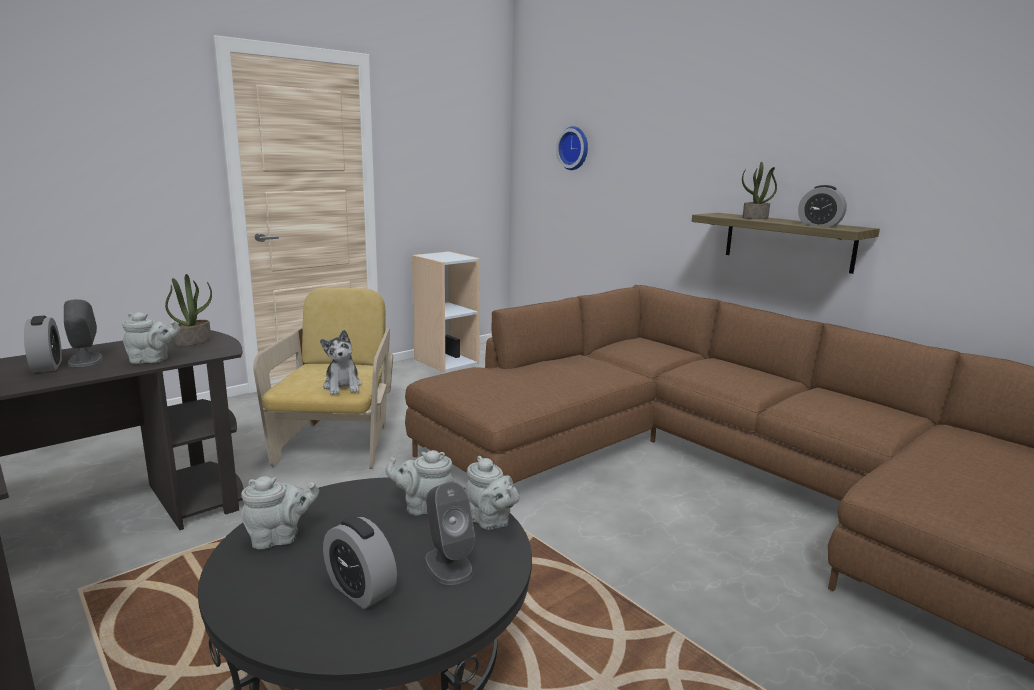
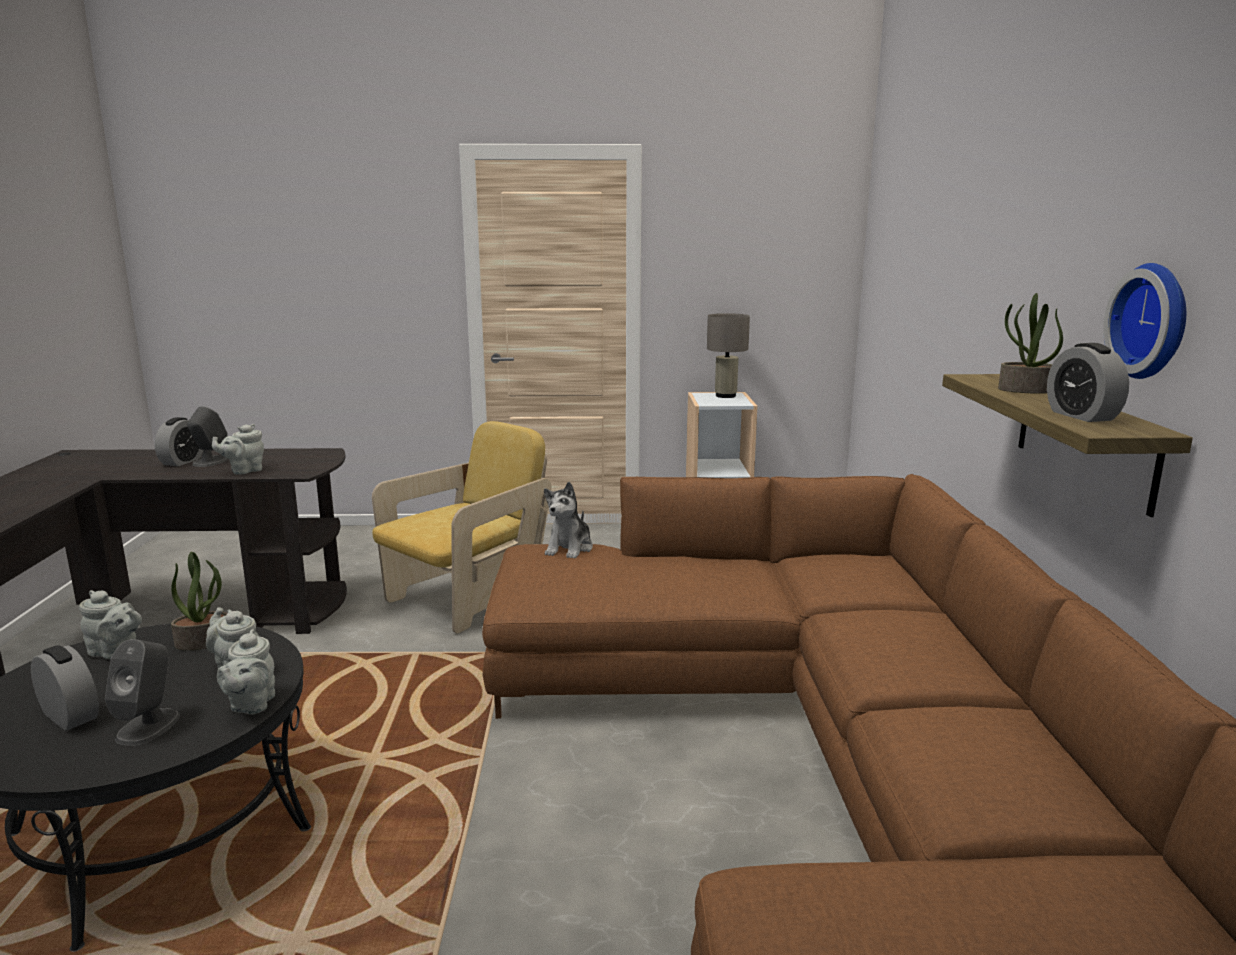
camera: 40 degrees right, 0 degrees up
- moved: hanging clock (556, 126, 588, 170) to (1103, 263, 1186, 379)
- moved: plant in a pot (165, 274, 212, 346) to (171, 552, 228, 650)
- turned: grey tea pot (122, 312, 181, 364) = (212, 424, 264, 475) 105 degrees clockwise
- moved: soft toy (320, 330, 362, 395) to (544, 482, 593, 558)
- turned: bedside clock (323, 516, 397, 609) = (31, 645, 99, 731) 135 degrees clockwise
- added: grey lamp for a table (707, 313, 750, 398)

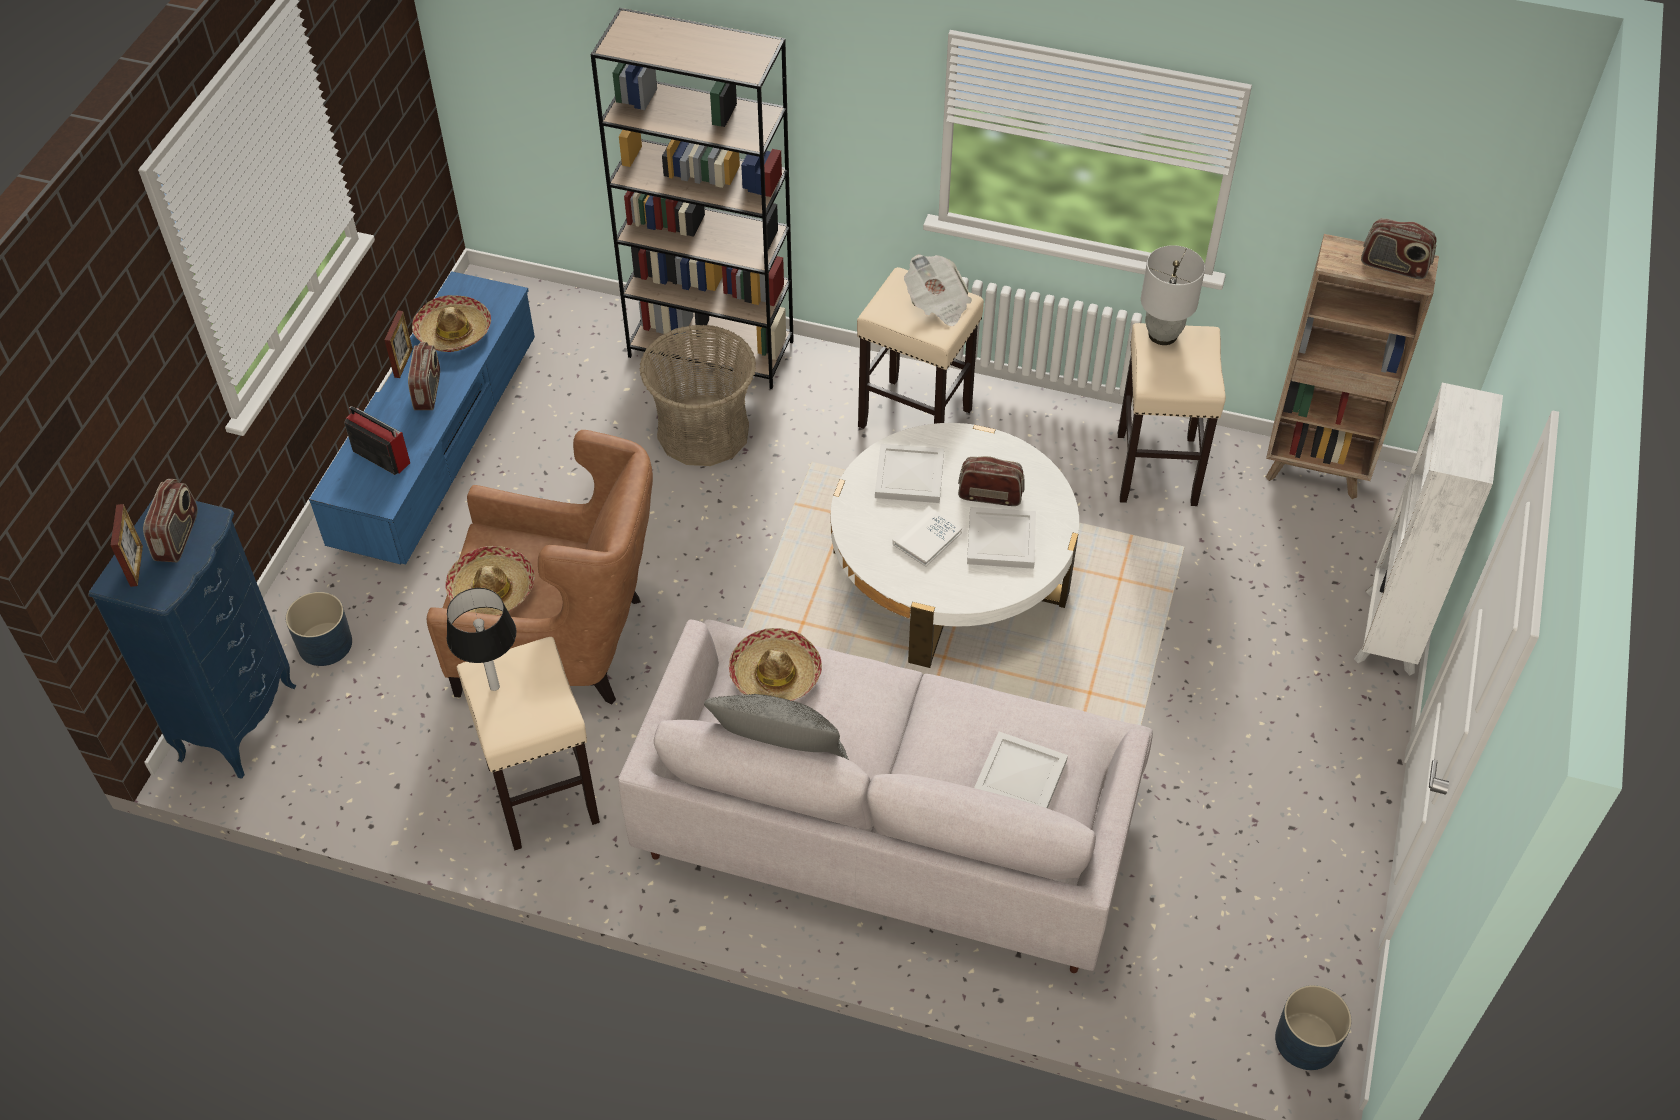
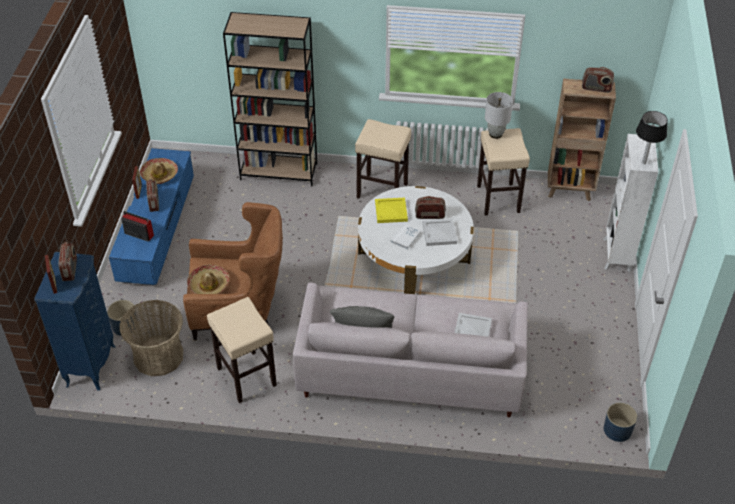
camera: 10 degrees left, 5 degrees down
- removed: daily paper (904, 254, 972, 326)
- moved: household basket (640, 325, 756, 466) to (119, 300, 183, 376)
- recoloured: whitish serving tray (875, 444, 944, 503) to yellow-coloured serving tray (375, 198, 408, 223)
- moved: lamp for a table (447, 588, 516, 691) to (636, 111, 668, 164)
- removed: clothing hat (729, 628, 822, 701)

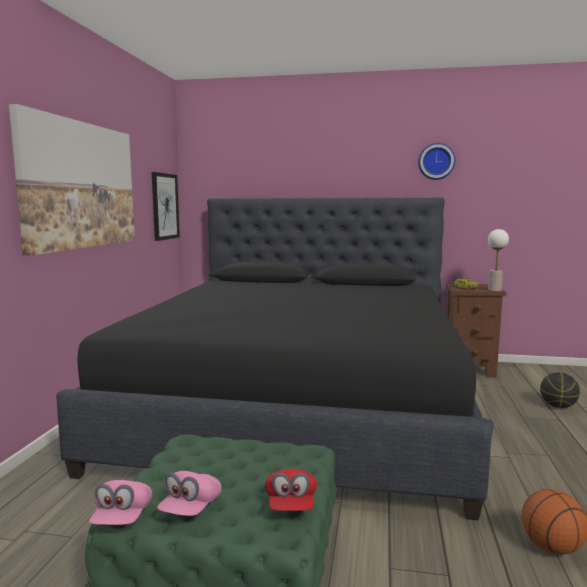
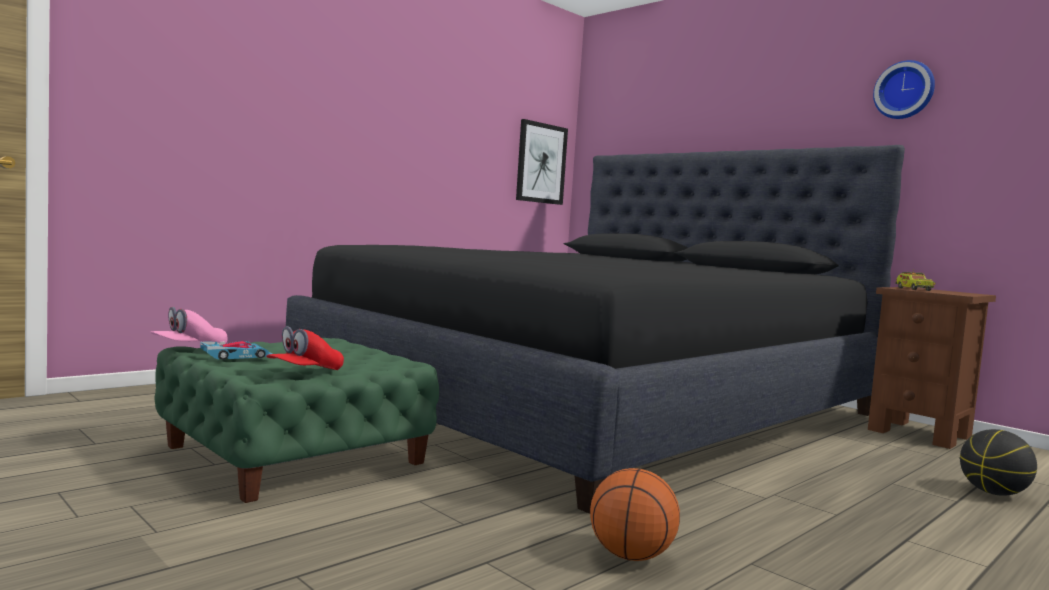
camera: 35 degrees right, 5 degrees down
- removed: wall picture (9, 104, 135, 256)
- removed: lamp for a table (488, 229, 509, 291)
- replaced: pink-coloured peaked cap (157, 471, 221, 516) to toy car (200, 341, 272, 360)

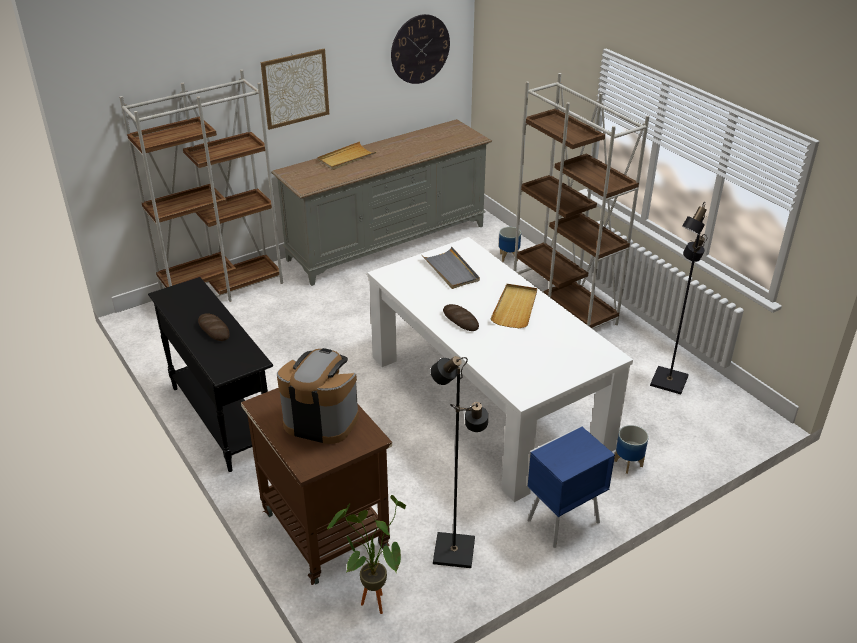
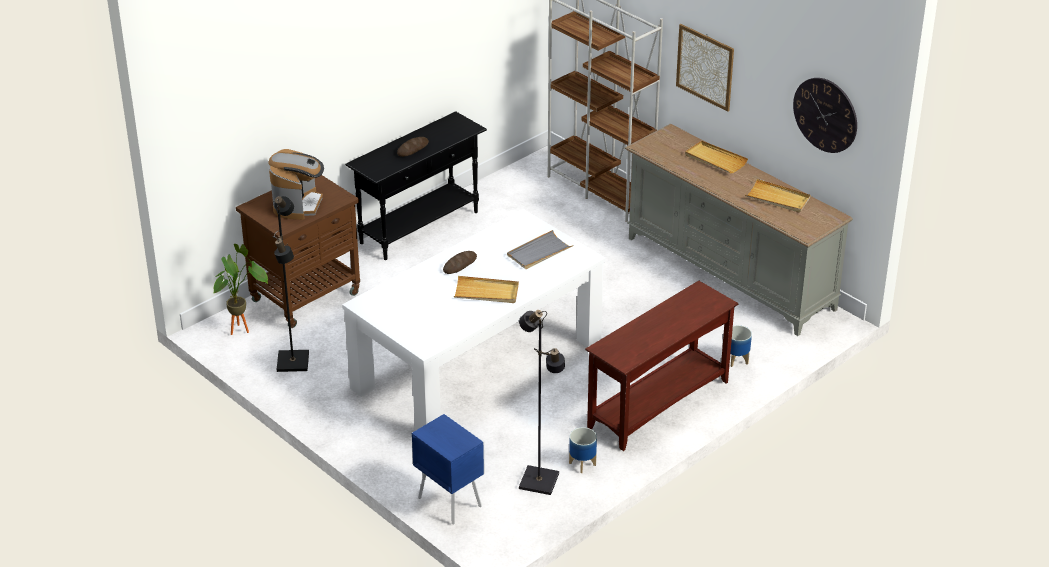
camera: 80 degrees right, 0 degrees up
- replaced: brown-coloured shelving unit (514, 73, 649, 329) to brown-coloured console table (585, 281, 738, 451)
- moved: flower pot (614, 425, 648, 474) to (569, 427, 597, 473)
- moved: blue night table (527, 426, 615, 548) to (412, 414, 485, 525)
- added: sand-coloured serving tray (745, 179, 811, 213)

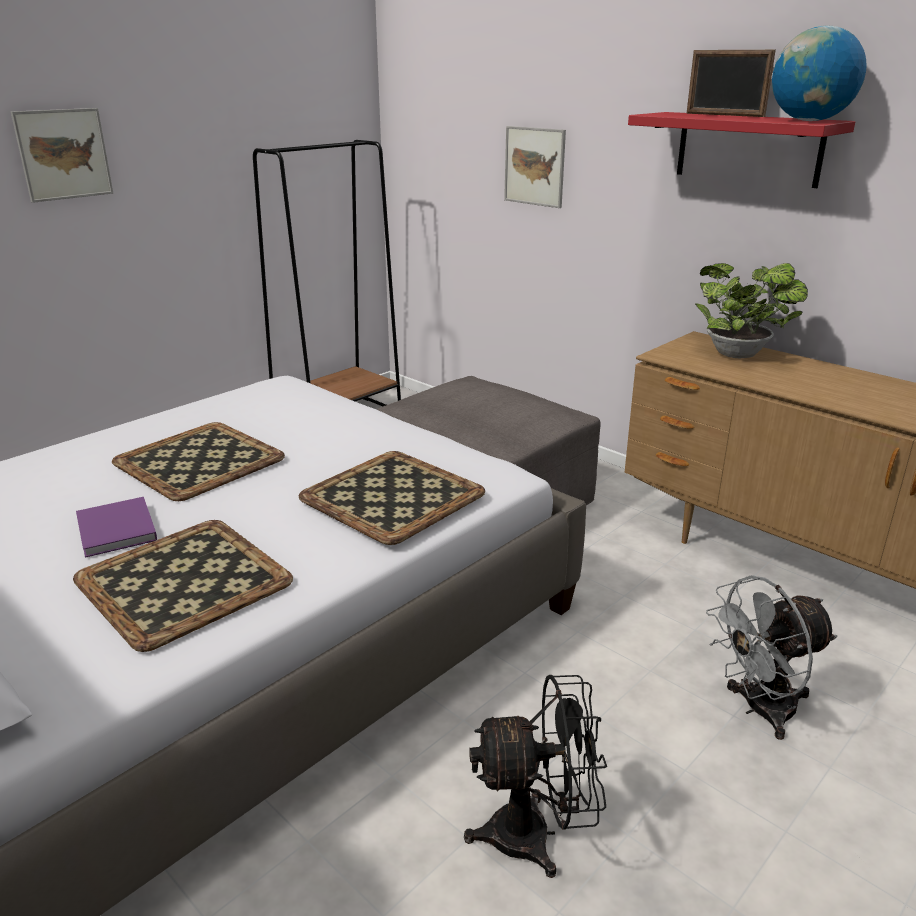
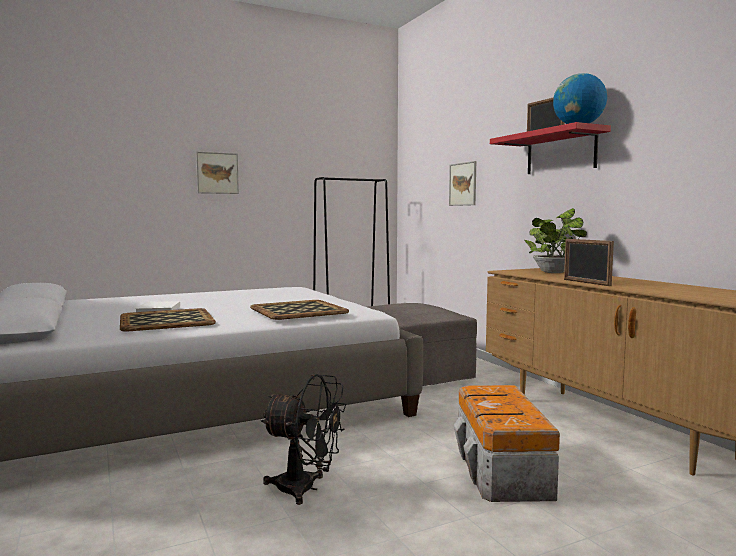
camera: 20 degrees right, 20 degrees down
- removed: serving tray (112, 422, 285, 501)
- recoloured: purple volume (76, 497, 157, 558) to whitish volume (135, 301, 180, 312)
- replaced: grey cooling fan (706, 575, 837, 740) to storage container (454, 385, 560, 502)
- added: picture frame (564, 239, 614, 286)

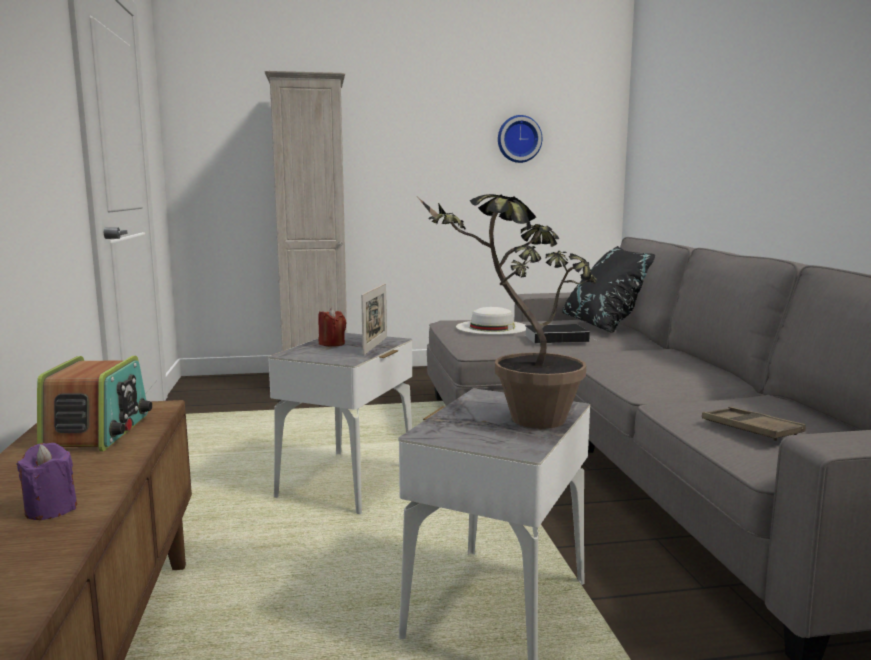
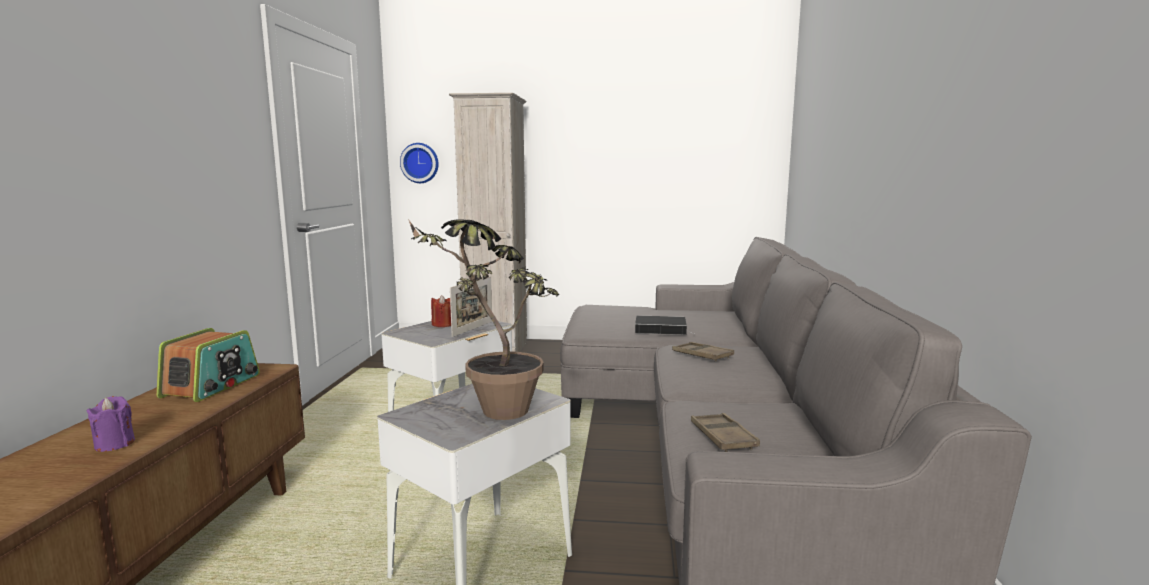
camera: 15 degrees right, 0 degrees up
- moved: hanging clock (498, 115, 542, 163) to (400, 143, 439, 183)
- removed: blackish cushion (563, 246, 655, 333)
- removed: whitish clothing hat (456, 307, 526, 335)
- added: brown-coloured serving tray (672, 342, 734, 362)

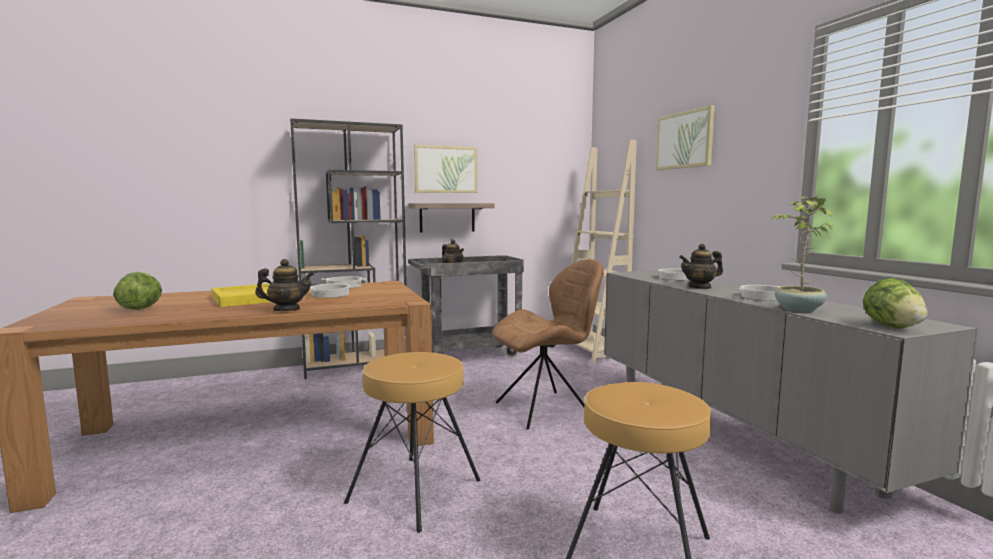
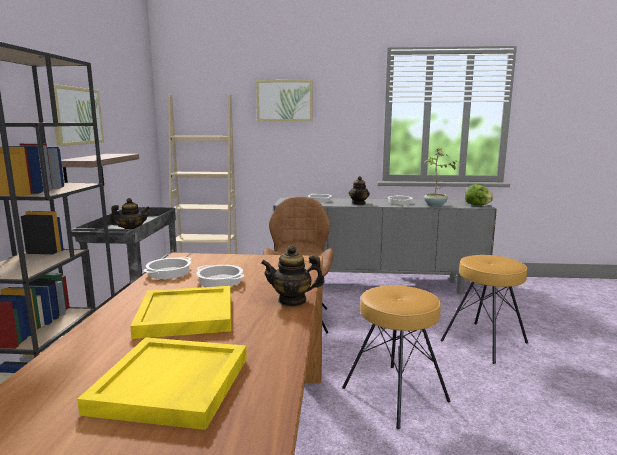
camera: 65 degrees left, 5 degrees up
- turned: tea pot (255, 259, 314, 311) = (261, 245, 325, 306) 105 degrees counterclockwise
- replaced: head of lettuce (113, 272, 162, 310) to yellow-coloured serving tray (77, 337, 247, 430)

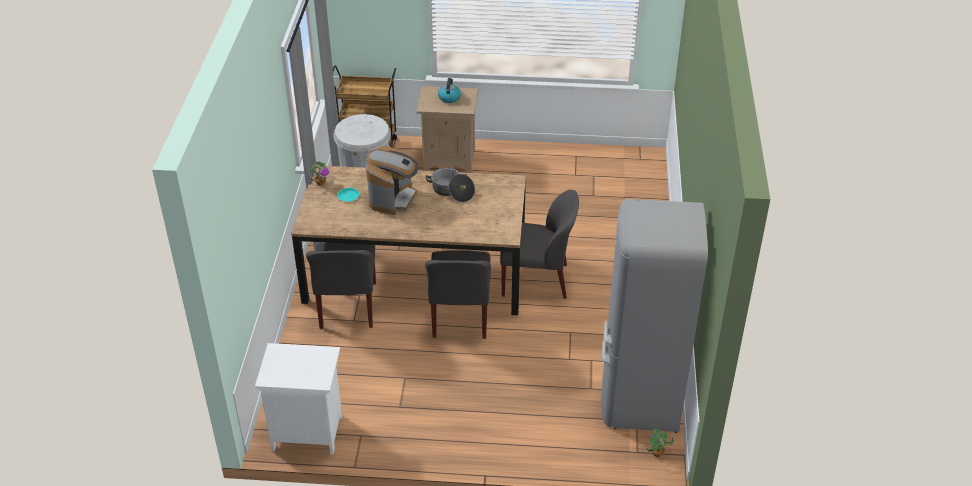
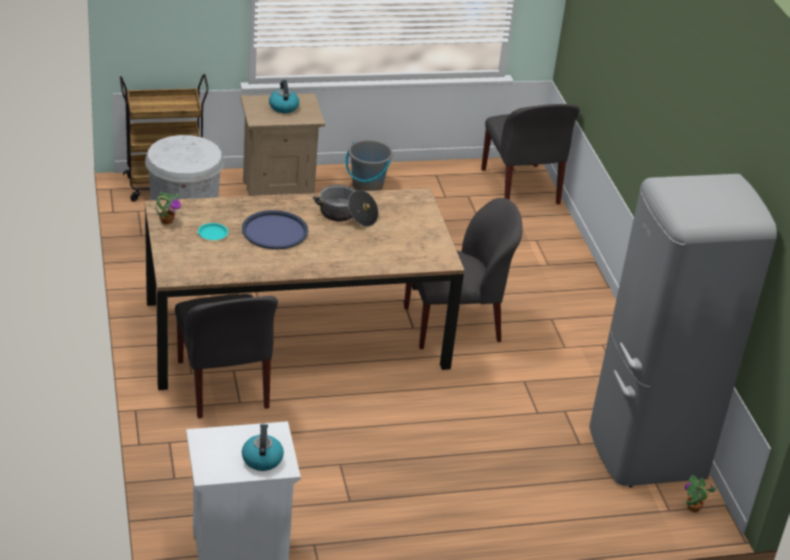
camera: 20 degrees left, 5 degrees down
- replaced: coffee machine (366, 146, 418, 215) to blue serving tray (242, 210, 308, 249)
- moved: grey chair (425, 251, 491, 339) to (481, 104, 580, 204)
- added: grey water bucket (345, 140, 393, 191)
- added: tea kettle (242, 424, 284, 471)

